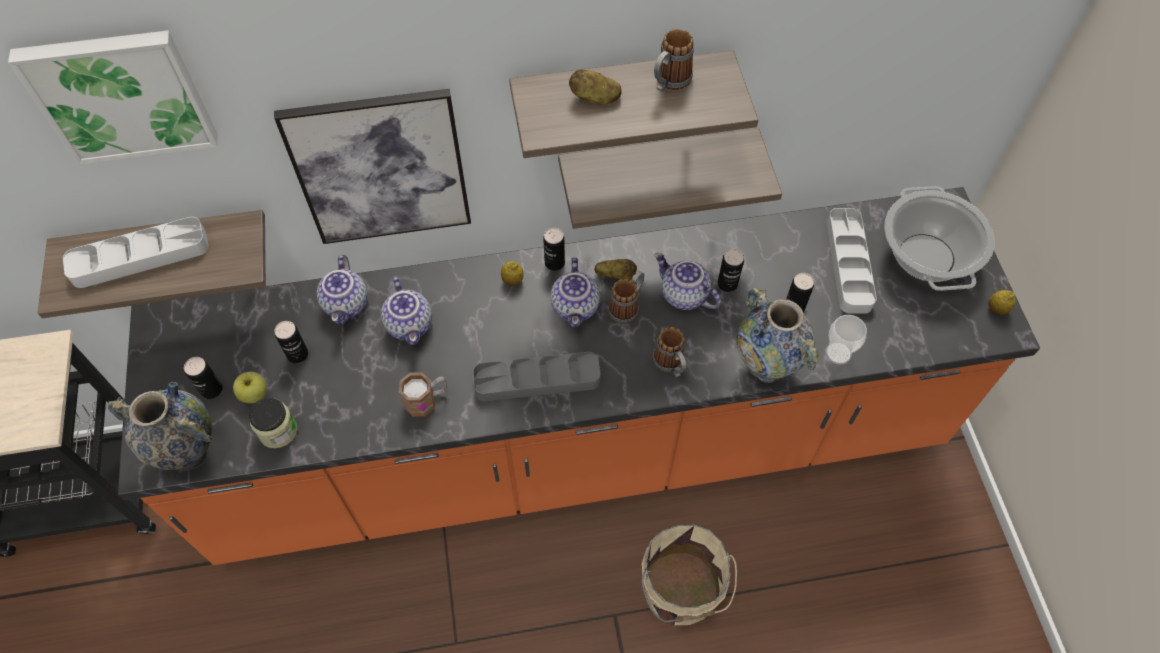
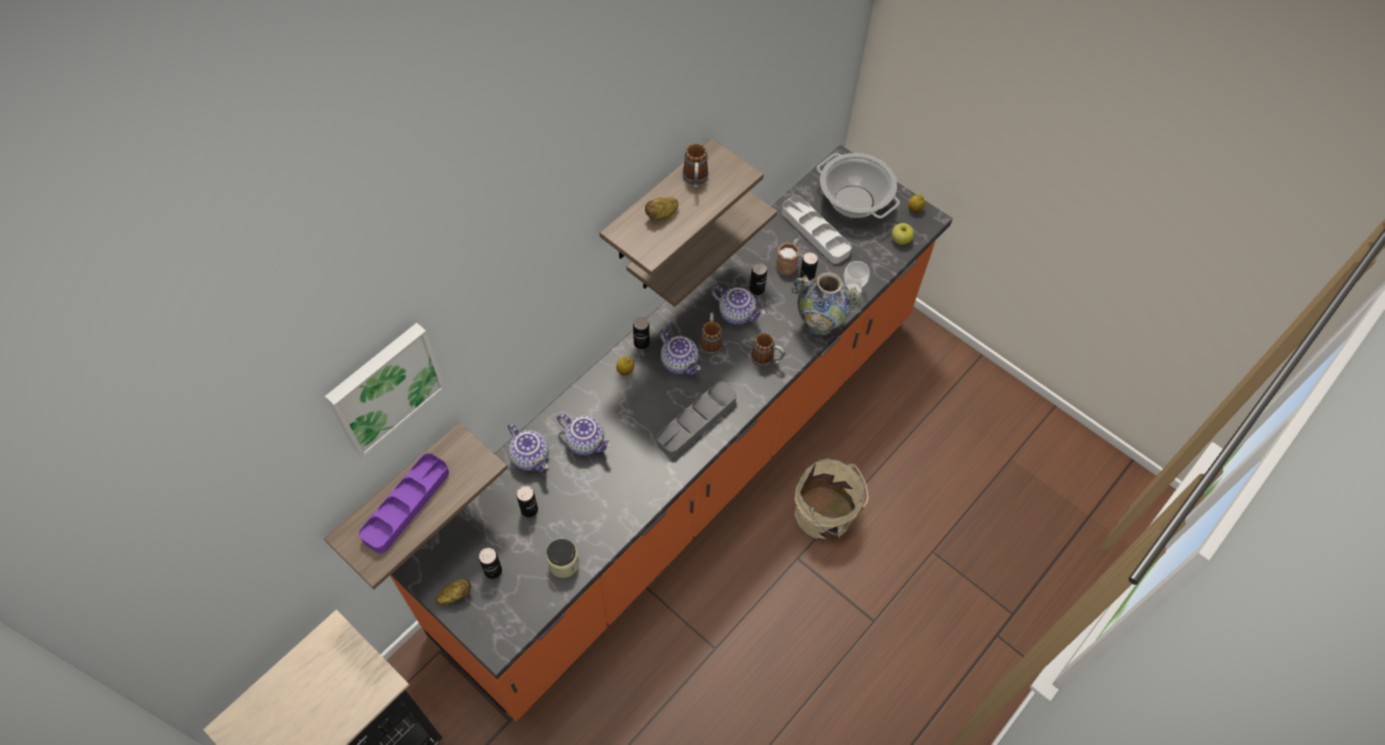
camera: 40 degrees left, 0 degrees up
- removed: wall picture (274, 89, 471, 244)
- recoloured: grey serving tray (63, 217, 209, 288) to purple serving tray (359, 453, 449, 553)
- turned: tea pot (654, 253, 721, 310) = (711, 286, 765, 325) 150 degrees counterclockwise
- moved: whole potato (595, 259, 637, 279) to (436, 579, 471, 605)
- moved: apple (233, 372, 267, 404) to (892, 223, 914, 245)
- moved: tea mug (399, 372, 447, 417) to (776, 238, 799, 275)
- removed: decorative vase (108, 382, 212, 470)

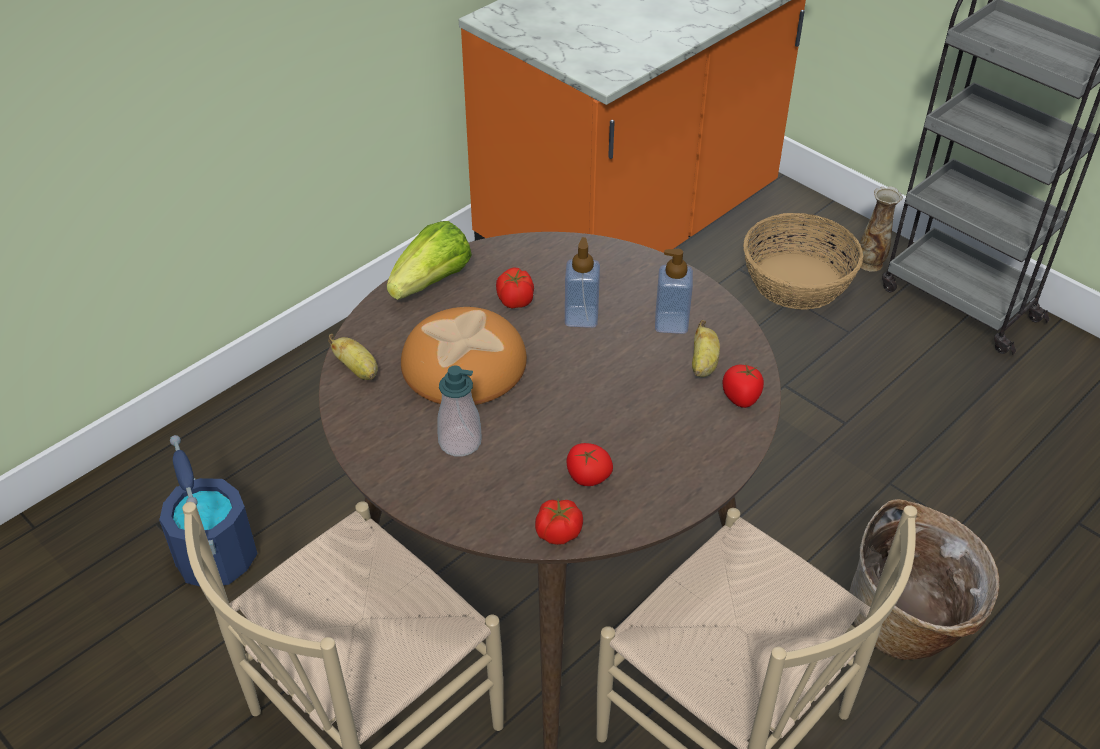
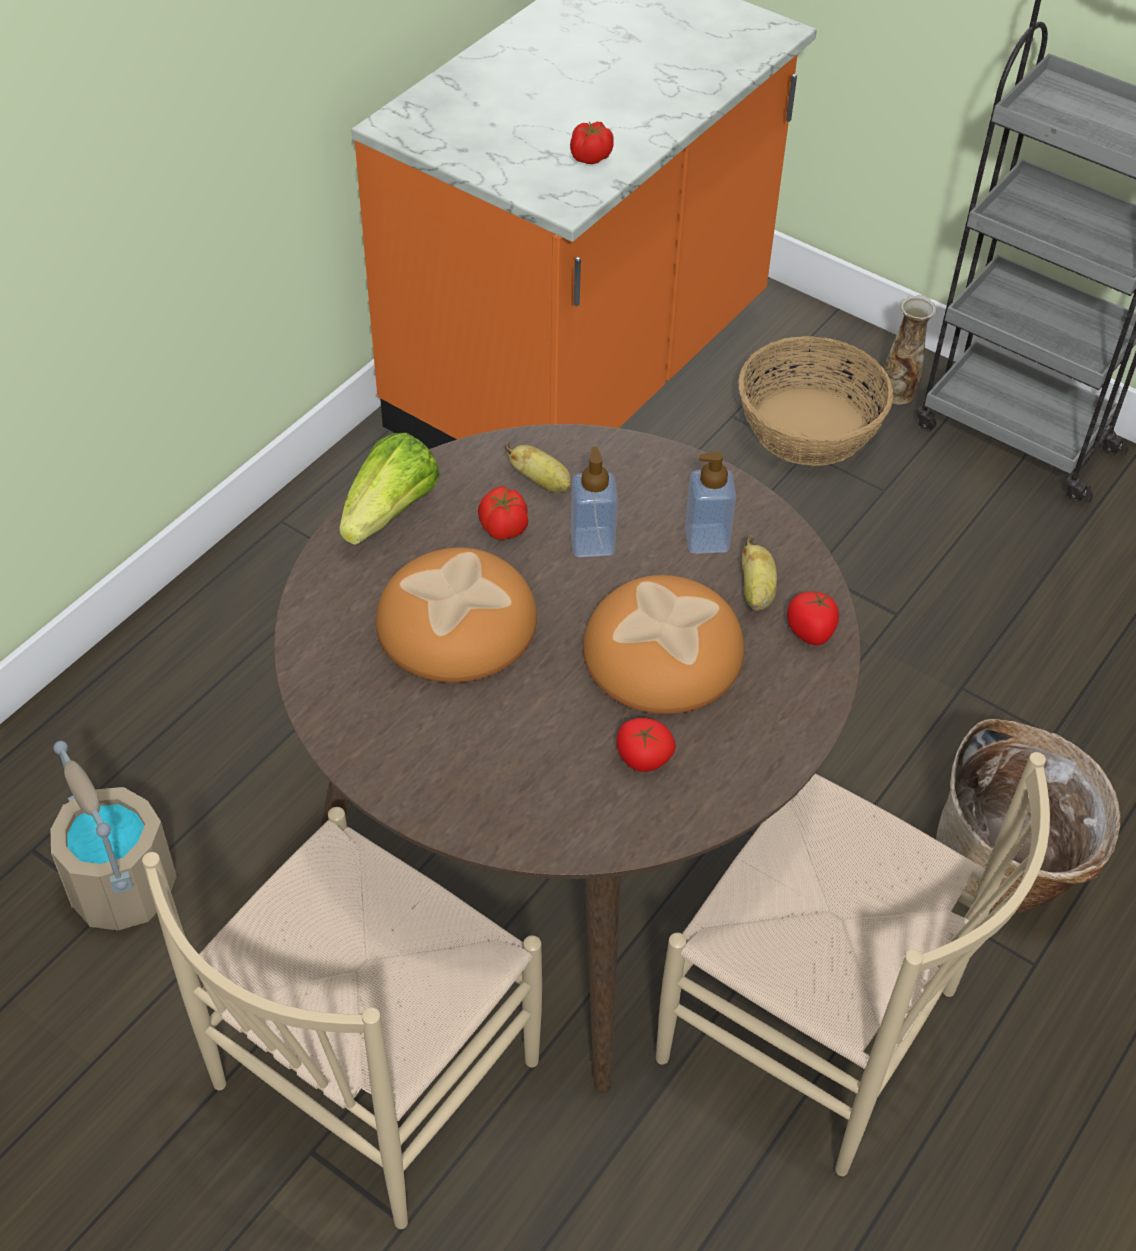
camera: 10 degrees left, 5 degrees up
- moved: banana fruit (328, 334, 378, 380) to (505, 442, 572, 493)
- removed: soap dispenser (437, 365, 482, 456)
- recoloured: blue water bucket (159, 435, 258, 586) to sand-coloured water bucket (50, 741, 177, 930)
- moved: fresh tomato (535, 499, 583, 545) to (570, 122, 614, 164)
- added: baked bread (583, 575, 744, 714)

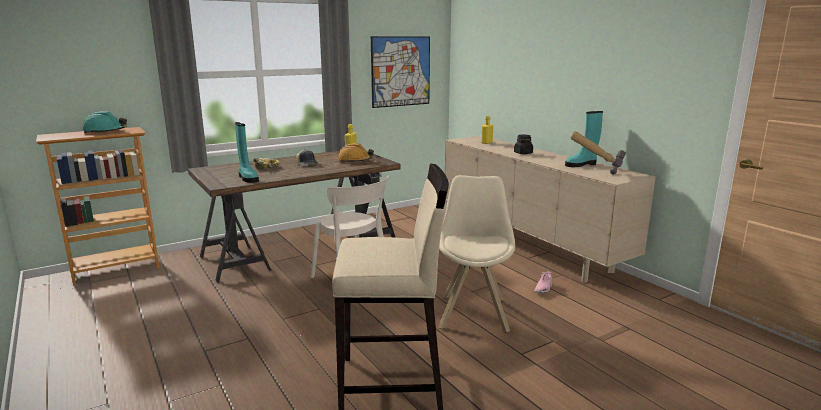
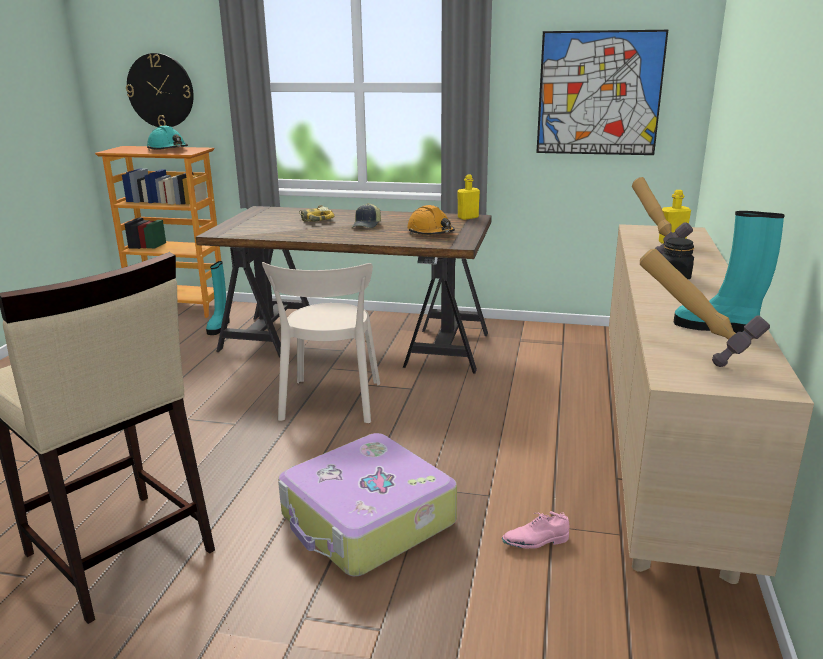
camera: 45 degrees right, 5 degrees up
- moved: turquoise tall boot (235, 122, 259, 183) to (206, 261, 230, 335)
- replaced: sand-coloured chair (438, 175, 515, 333) to suitcase (278, 433, 457, 576)
- added: hanging clock (126, 53, 194, 127)
- added: tool hammer (632, 177, 693, 254)

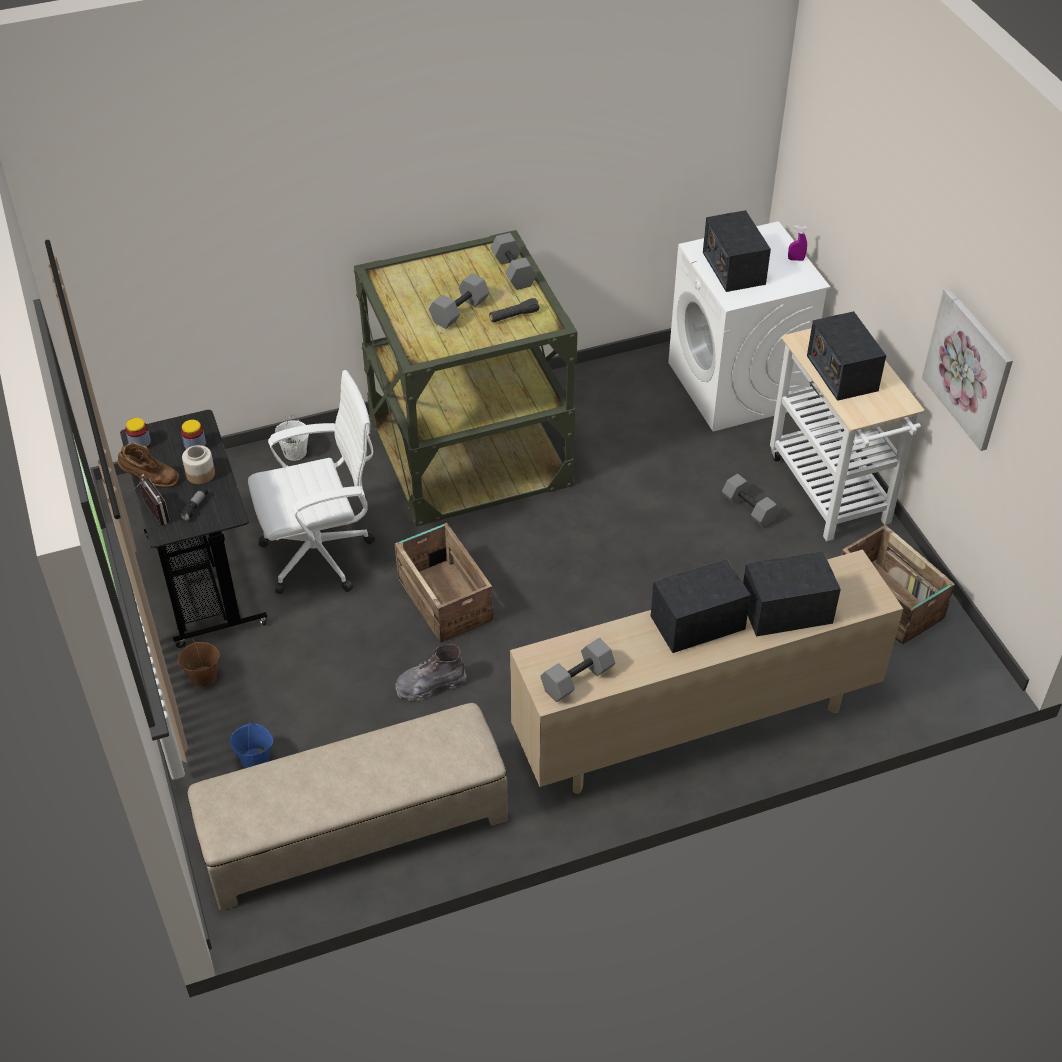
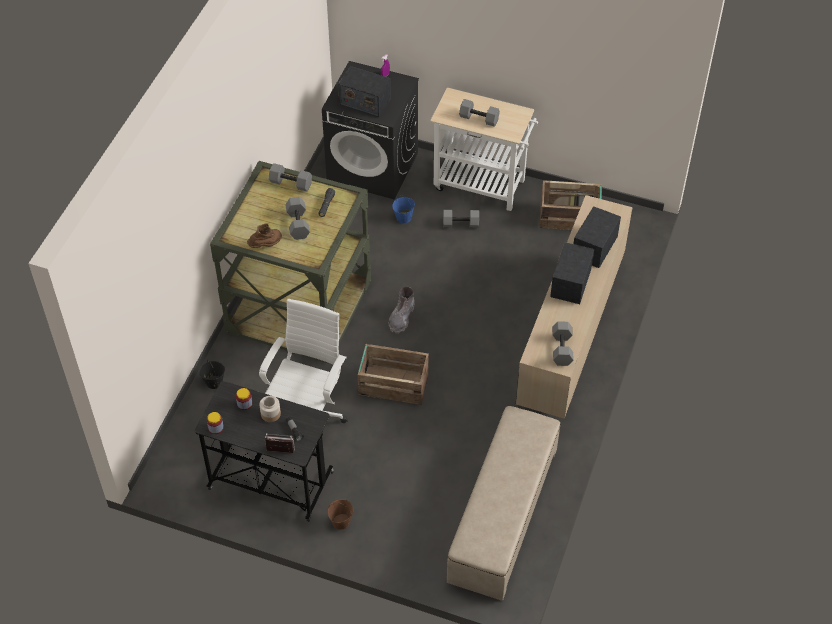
camera: 50 degrees left, 5 degrees up
- recoloured: whitish laundry machine (668, 221, 830, 431) to blackish laundry machine (322, 61, 419, 200)
- removed: wall picture (922, 288, 1013, 451)
- replaced: radio (807, 311, 886, 401) to grey hand weight (459, 99, 500, 127)
- recoloured: whitish water bucket (275, 415, 309, 461) to blackish water bucket (199, 360, 225, 389)
- moved: brown-coloured tall boot (118, 442, 179, 488) to (247, 223, 282, 248)
- moved: grey tall boot (395, 644, 467, 701) to (389, 287, 415, 334)
- moved: blue water bucket (230, 721, 273, 768) to (392, 197, 415, 223)

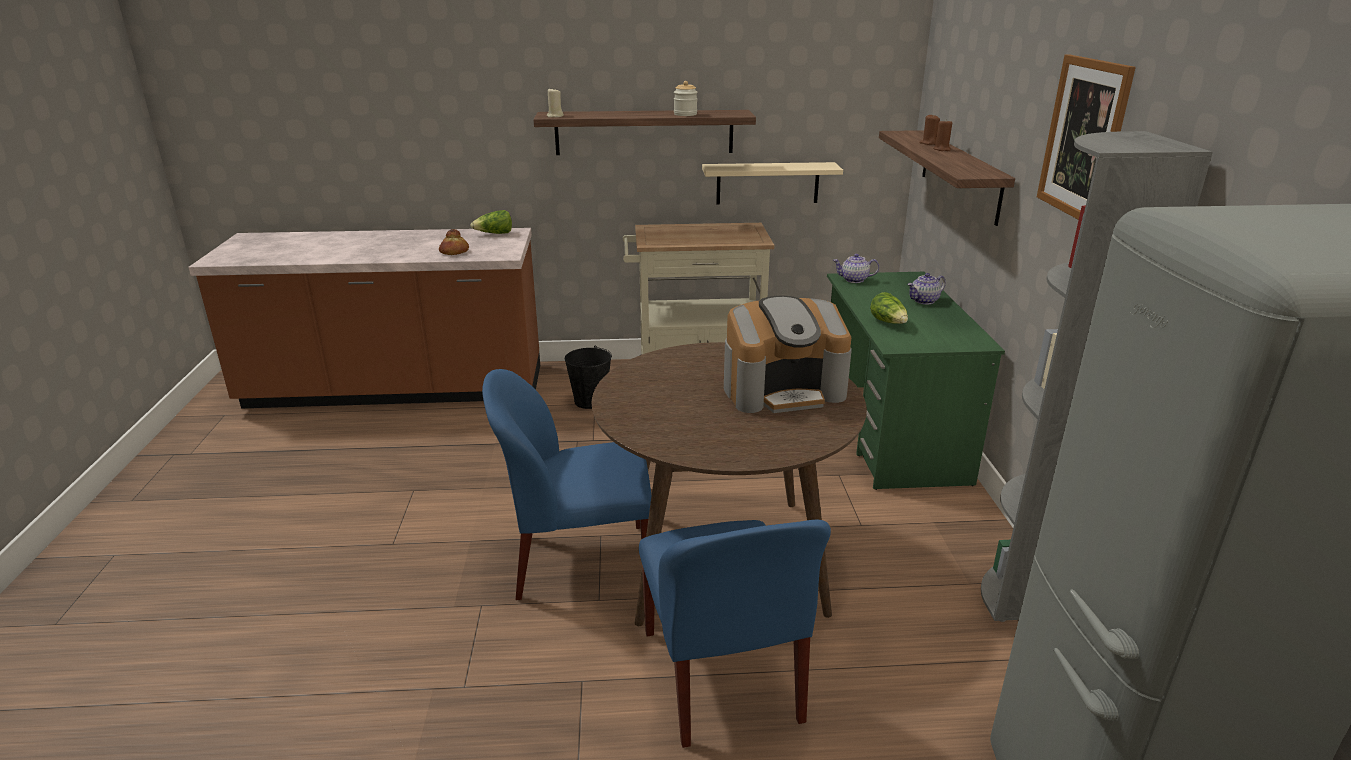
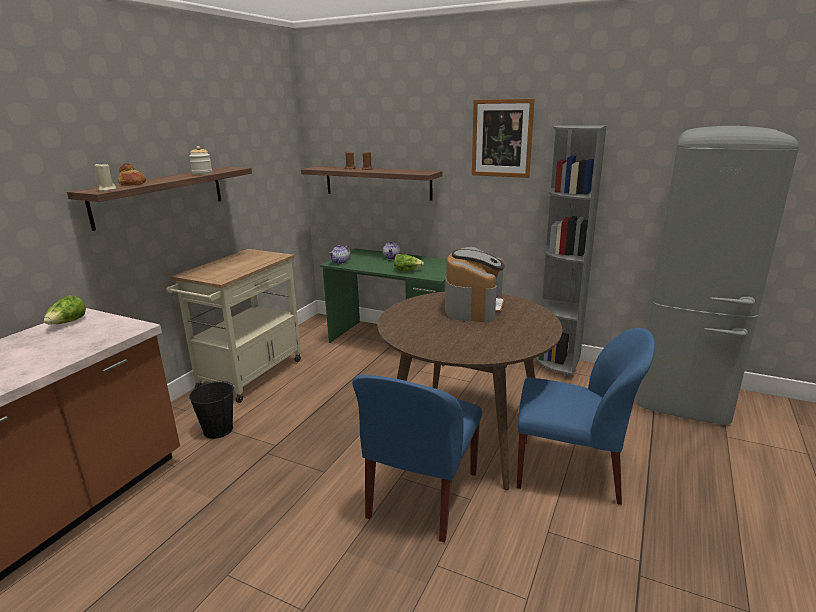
camera: 60 degrees left, 5 degrees down
- removed: sand-coloured wall shelf (702, 162, 843, 205)
- moved: baked bread (439, 229, 469, 255) to (118, 163, 146, 186)

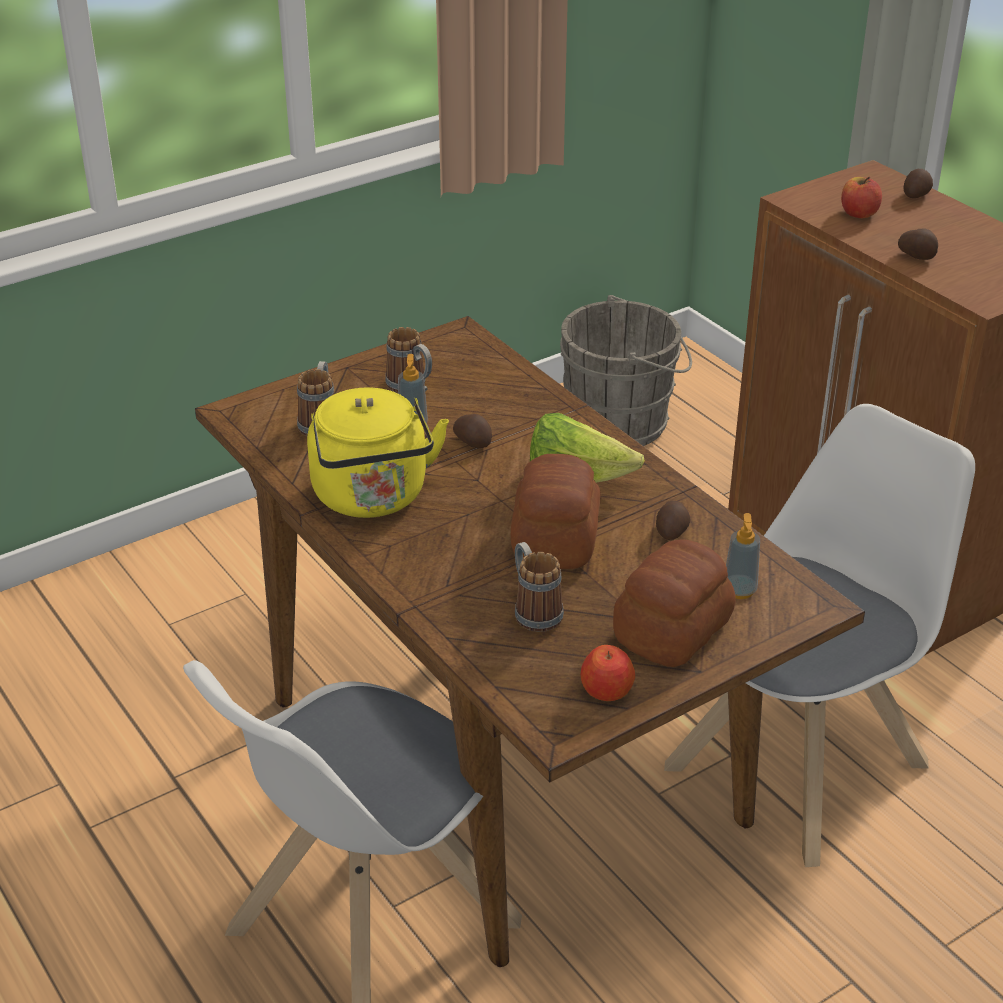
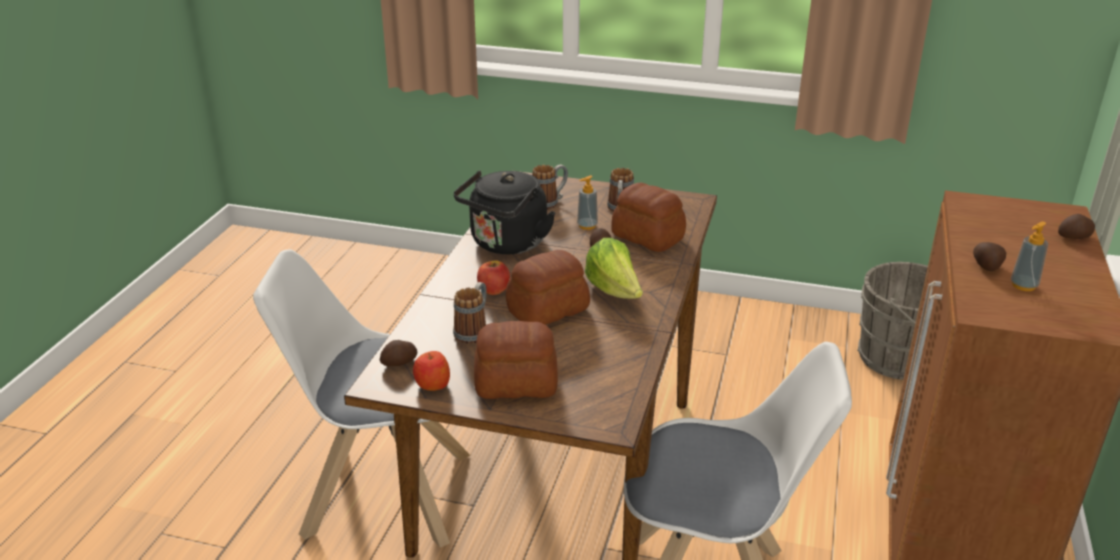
camera: 50 degrees right, 5 degrees down
- moved: apple (841, 177, 882, 218) to (477, 260, 510, 295)
- recoloured: yellow-coloured tea kettle (307, 388, 449, 518) to blackish tea kettle (454, 170, 556, 254)
- moved: whole potato (656, 501, 691, 540) to (380, 340, 417, 366)
- moved: soap dispenser (726, 513, 760, 599) to (1011, 222, 1048, 291)
- added: baked bread (611, 183, 686, 252)

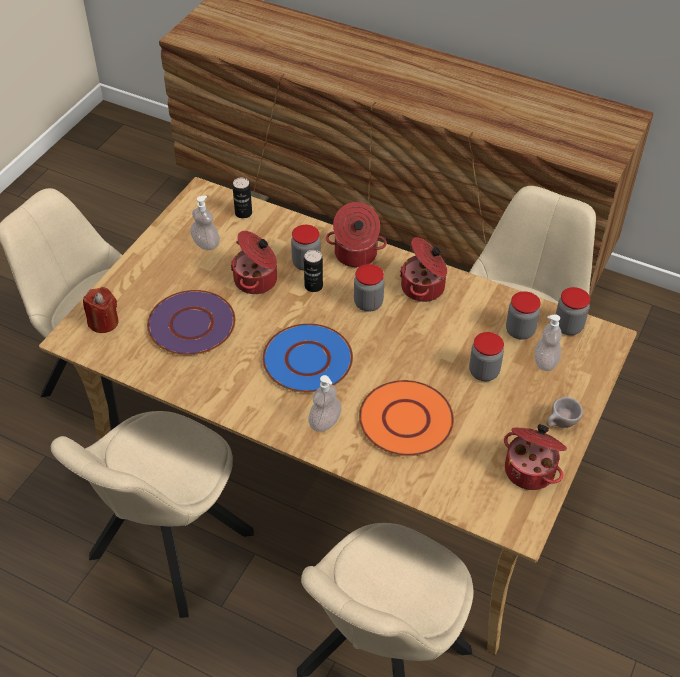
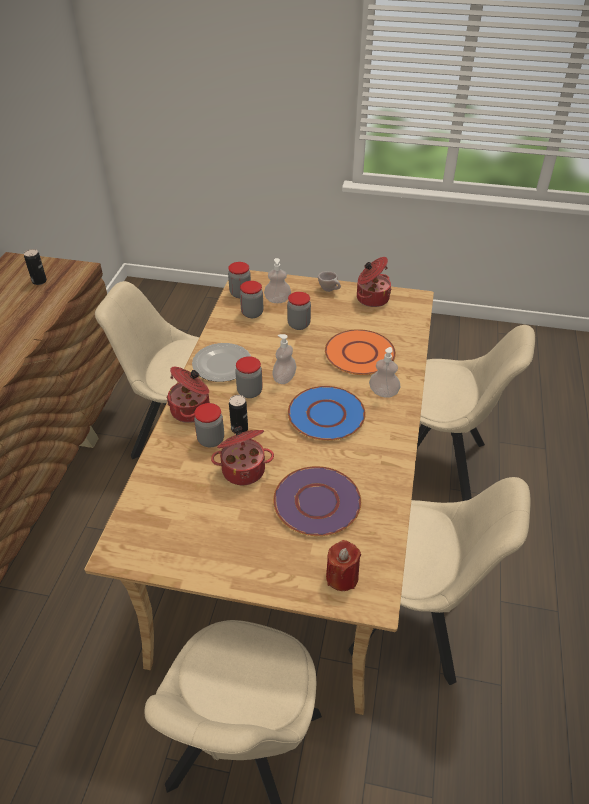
camera: 105 degrees left, 5 degrees down
- moved: can (233, 178, 252, 218) to (24, 249, 47, 285)
- moved: soap dispenser (191, 196, 220, 250) to (272, 334, 296, 384)
- replaced: cooking pot (400, 237, 447, 302) to flat dish (192, 343, 251, 382)

